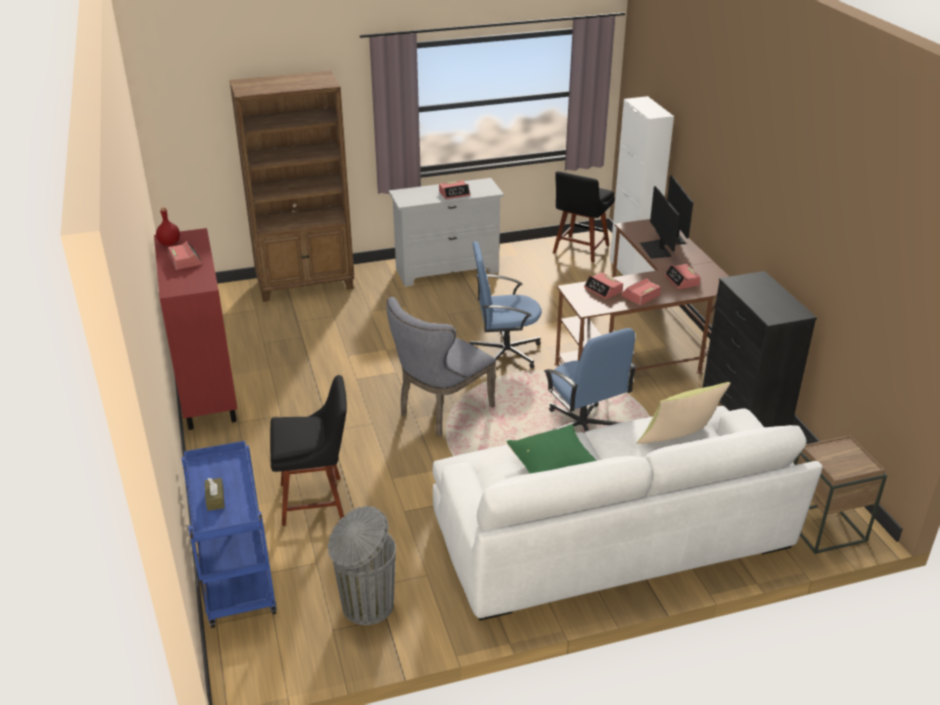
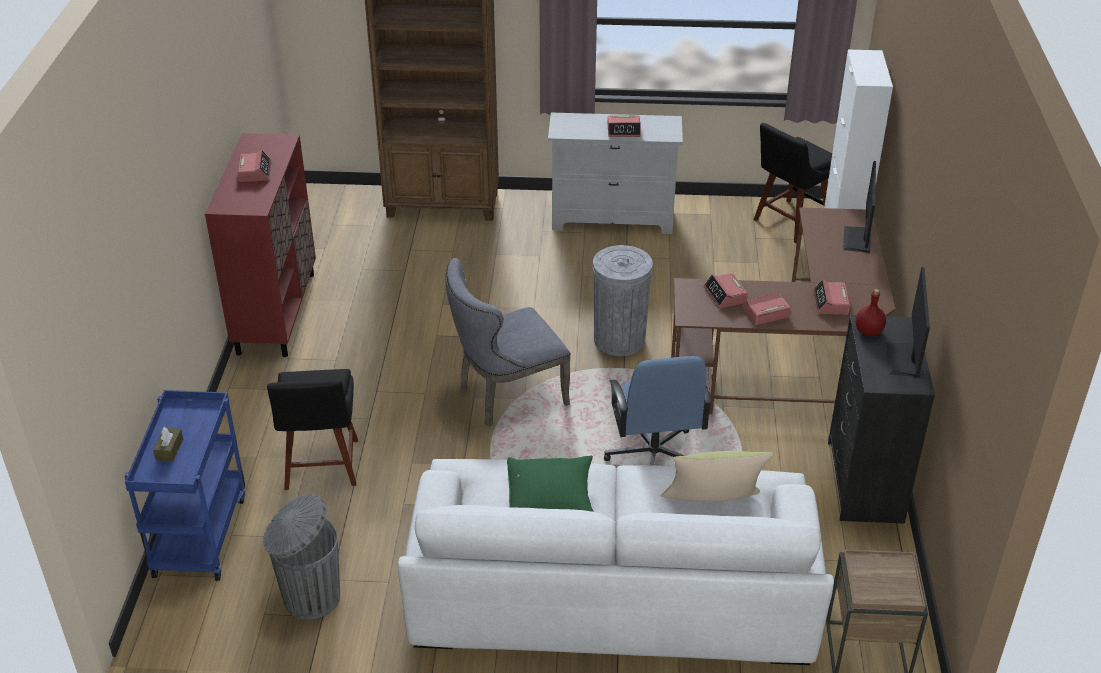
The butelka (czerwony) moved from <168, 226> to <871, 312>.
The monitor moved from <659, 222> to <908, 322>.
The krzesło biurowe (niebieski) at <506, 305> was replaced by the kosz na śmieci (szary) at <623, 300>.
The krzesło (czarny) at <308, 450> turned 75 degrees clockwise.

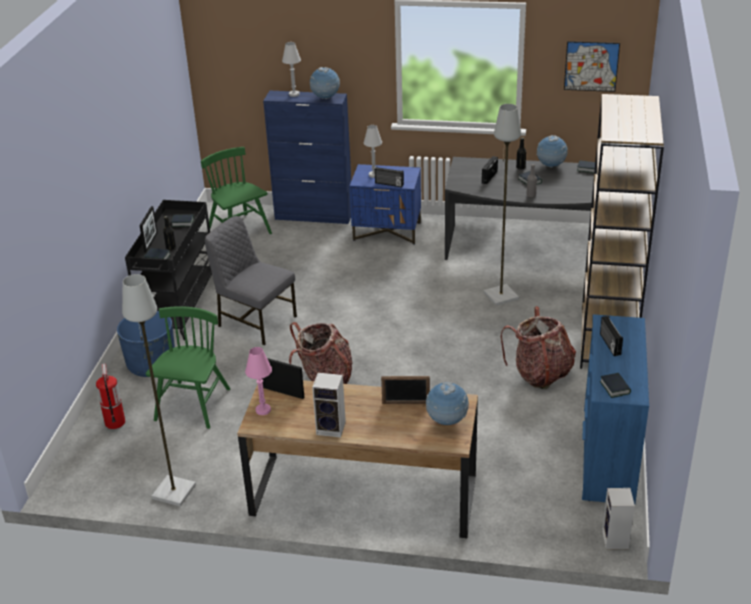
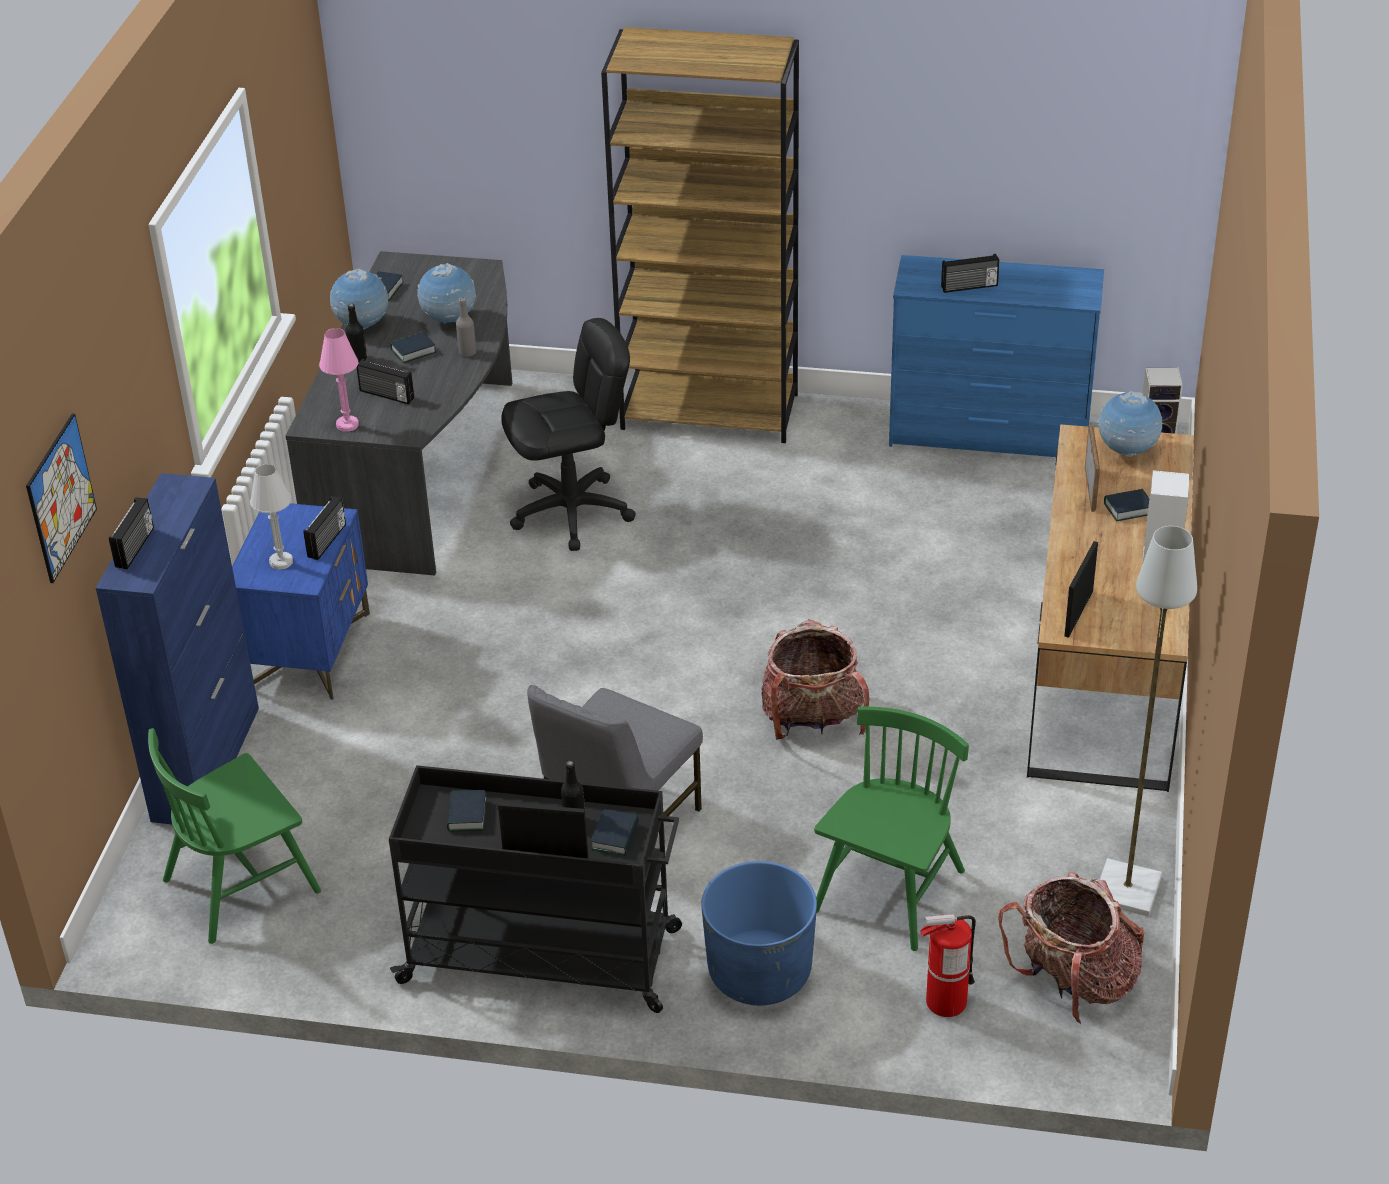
The lampa stołowa (różowy) moved from <258, 381> to <339, 380>.
The globus moved from <325, 83> to <446, 293>.
The plecak moved from <538, 347> to <1071, 948>.
The obraz moved from <592, 66> to <61, 498>.
The książka moved from <615, 385> to <1126, 505>.
The lampa stołowa (biały) at <291, 69> was replaced by the radio at <131, 533>.
The lampa stojąca (szary) at <502, 205> was replaced by the krzesło biurowe (czarny) at <568, 434>.
The krzesło (zielony) at <188, 367> turned 105 degrees clockwise.

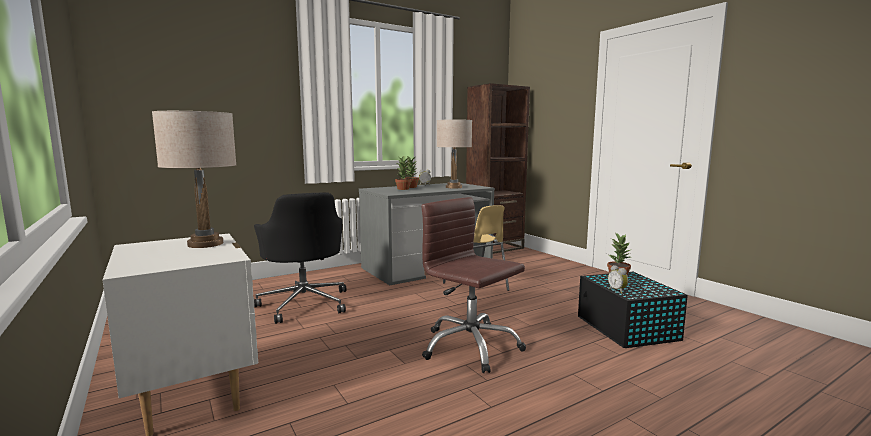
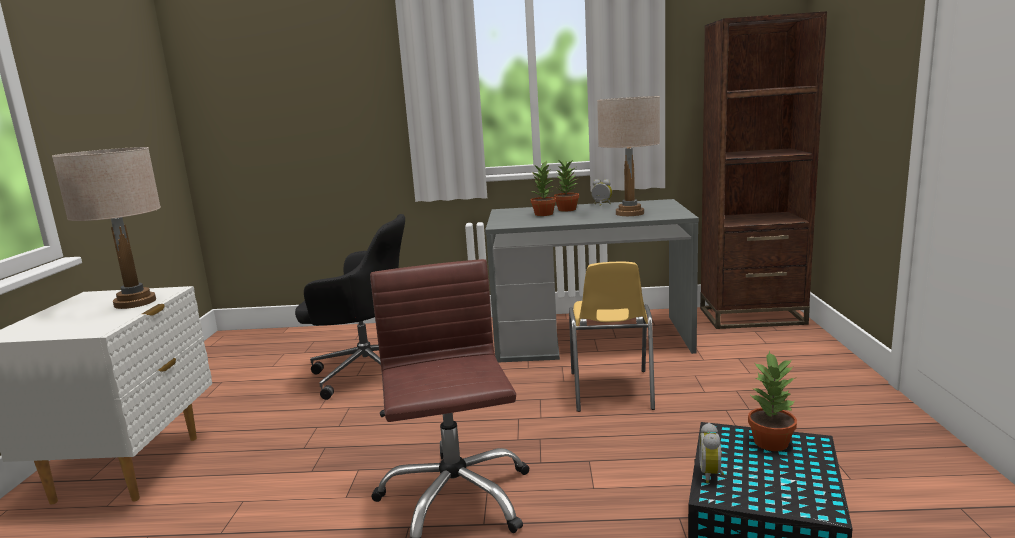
The krzesło biurowe (czarny) at <300, 258> turned 90 degrees counterclockwise.

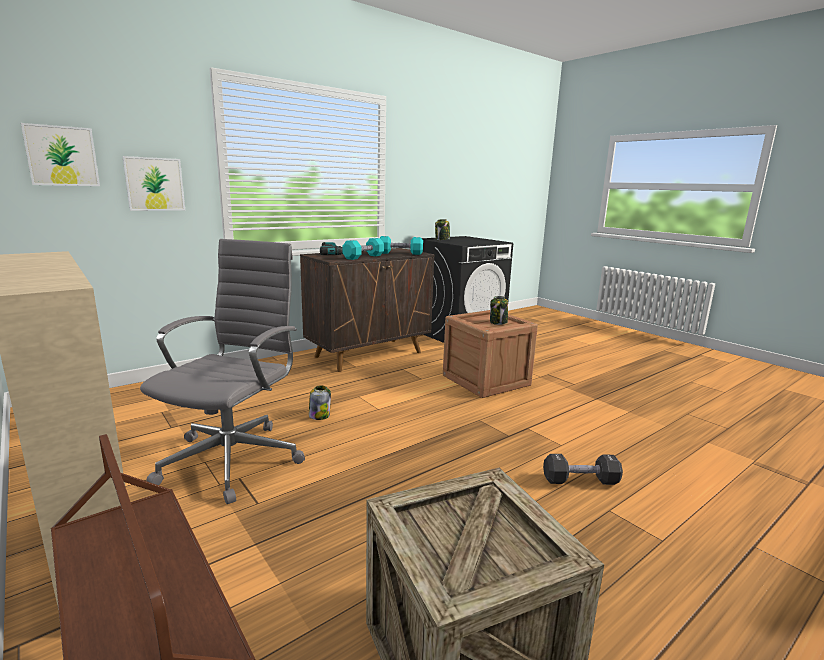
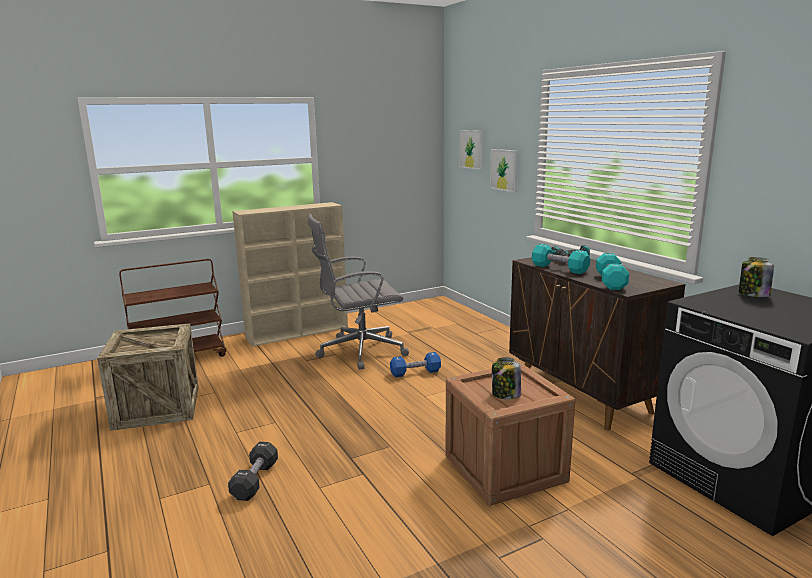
The słoik at <320, 403> was replaced by the hantel (niebieski) at <415, 364>.
The krzesło biurowe (szary) at <222, 371> turned 135 degrees clockwise.

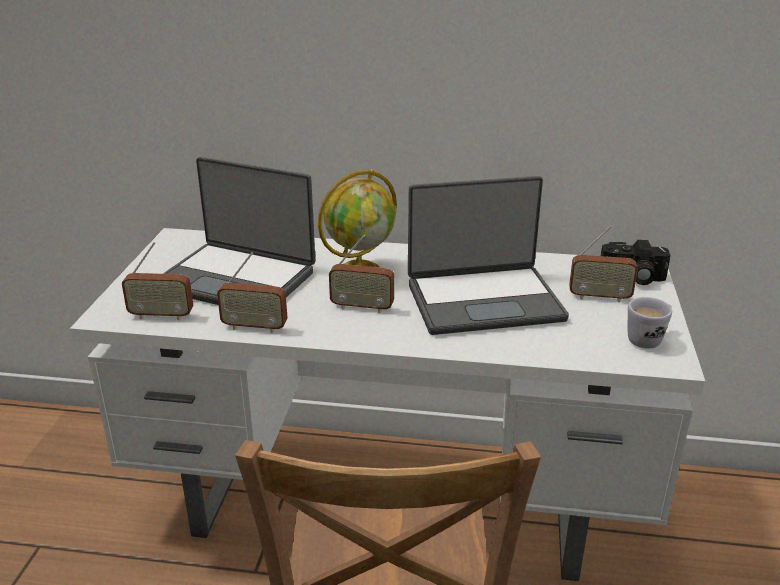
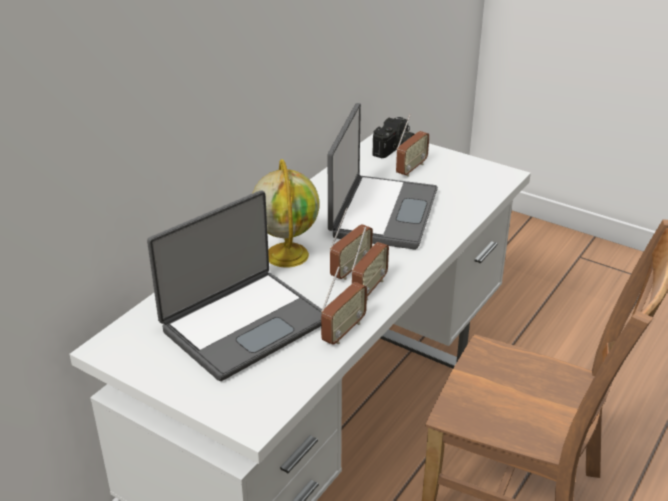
The kubek (biały) at <650, 323> disappeared.
The radio moved from <157, 281> to <370, 263>.

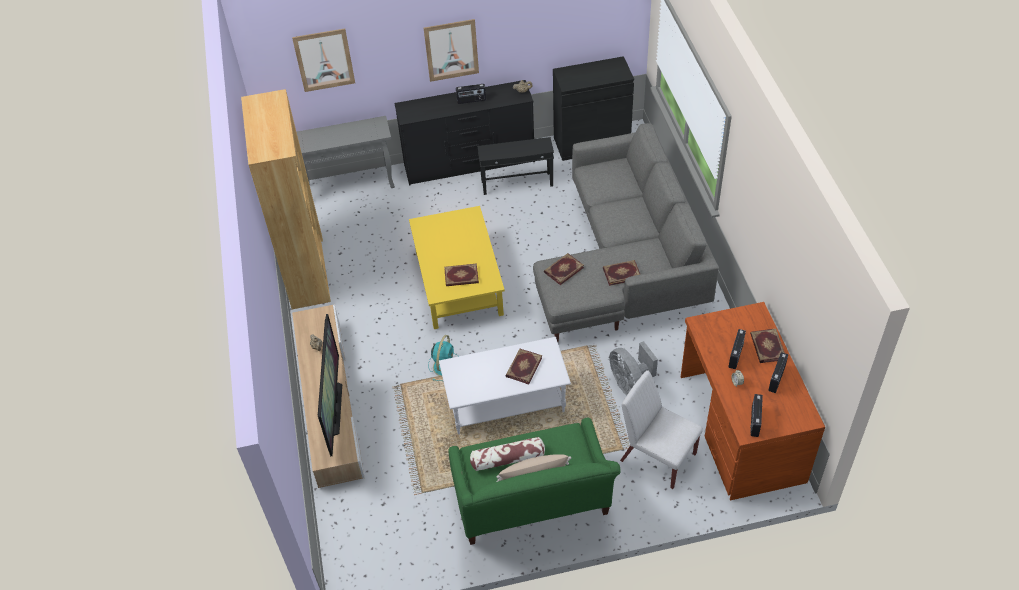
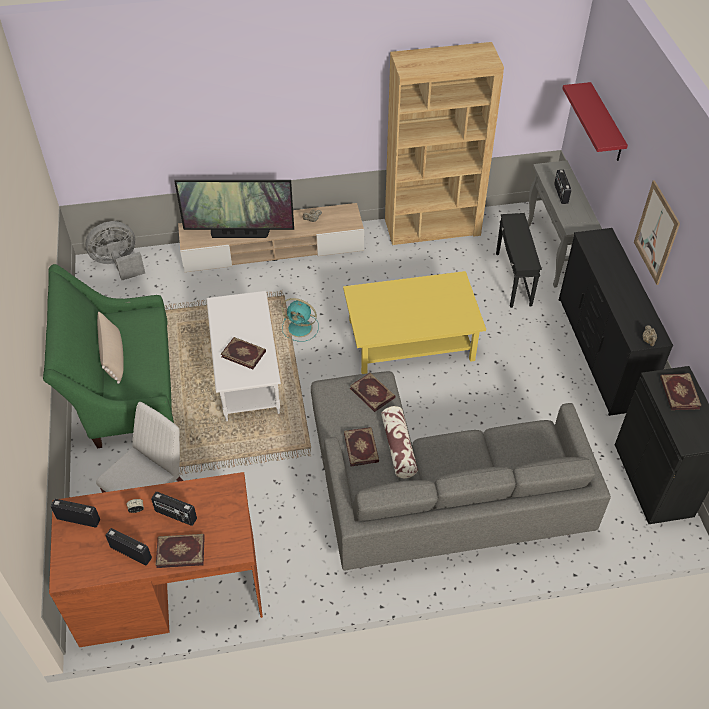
The książka moved from <461, 274> to <680, 391>.
The radio moved from <471, 94> to <562, 187>.
The poduszka moved from <507, 454> to <399, 442>.
The stolik (czarny) moved from <515, 166> to <519, 260>.
The wentylator (szary) moved from <633, 368> to <115, 250>.
The obraz at <323, 60> was replaced by the półka (czerwony) at <595, 121>.

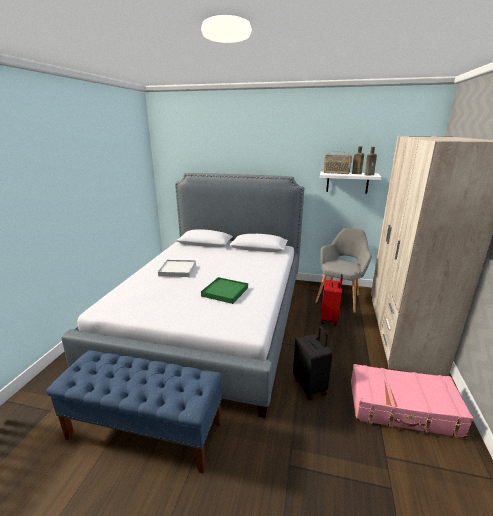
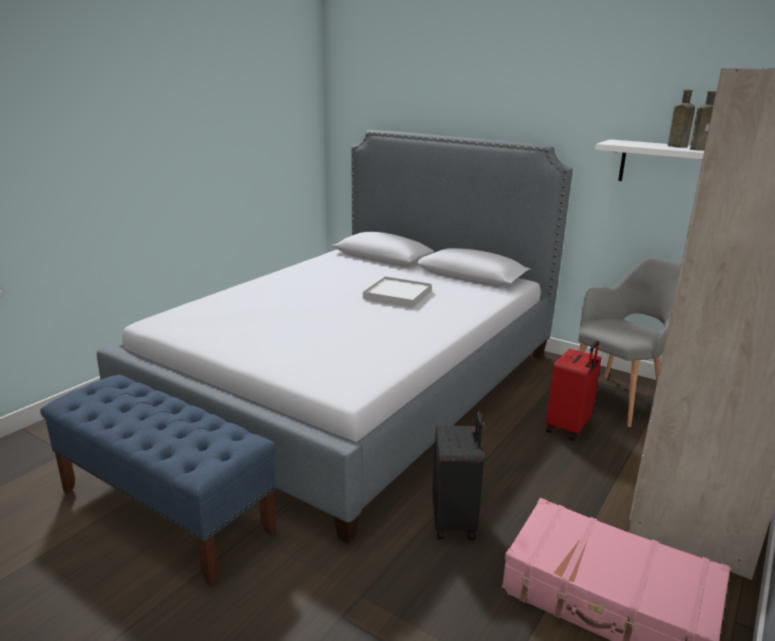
The taca (zielony) at <224, 290> disappeared.
The radio at <338, 162> disappeared.
The taca (biały) moved from <177, 268> to <397, 292>.

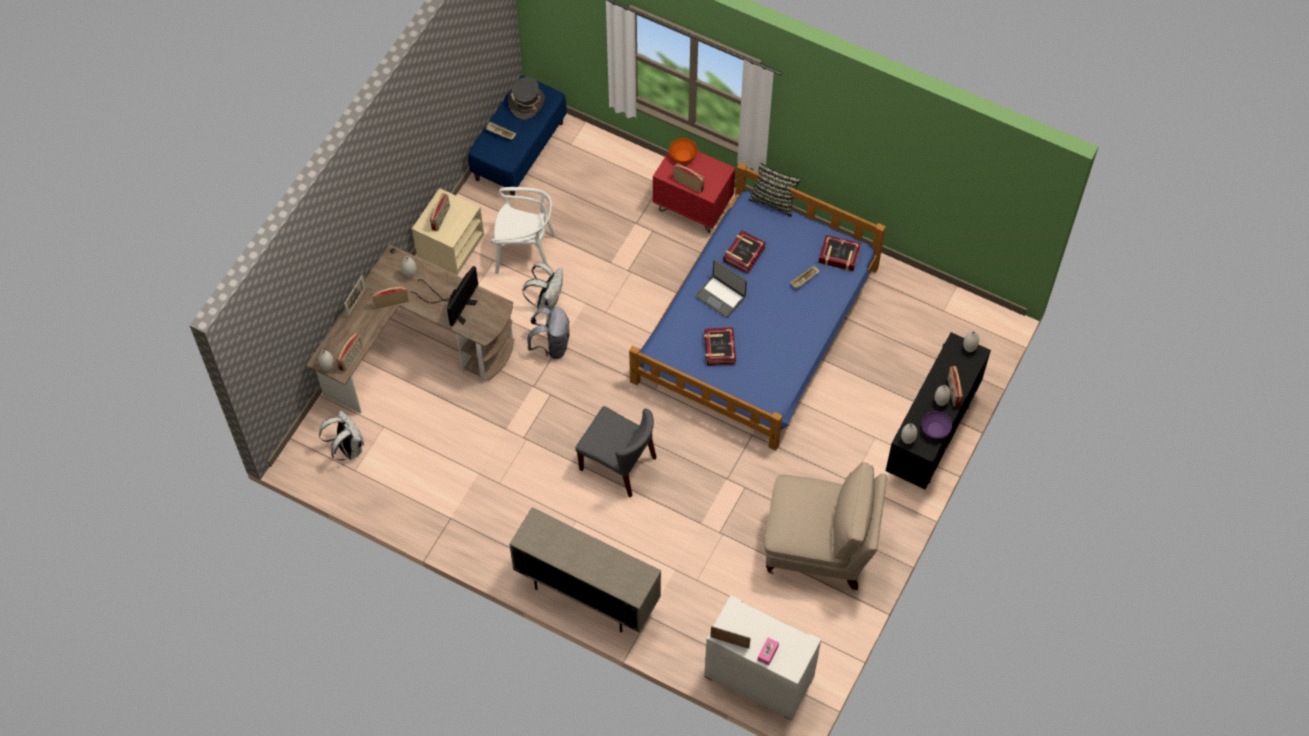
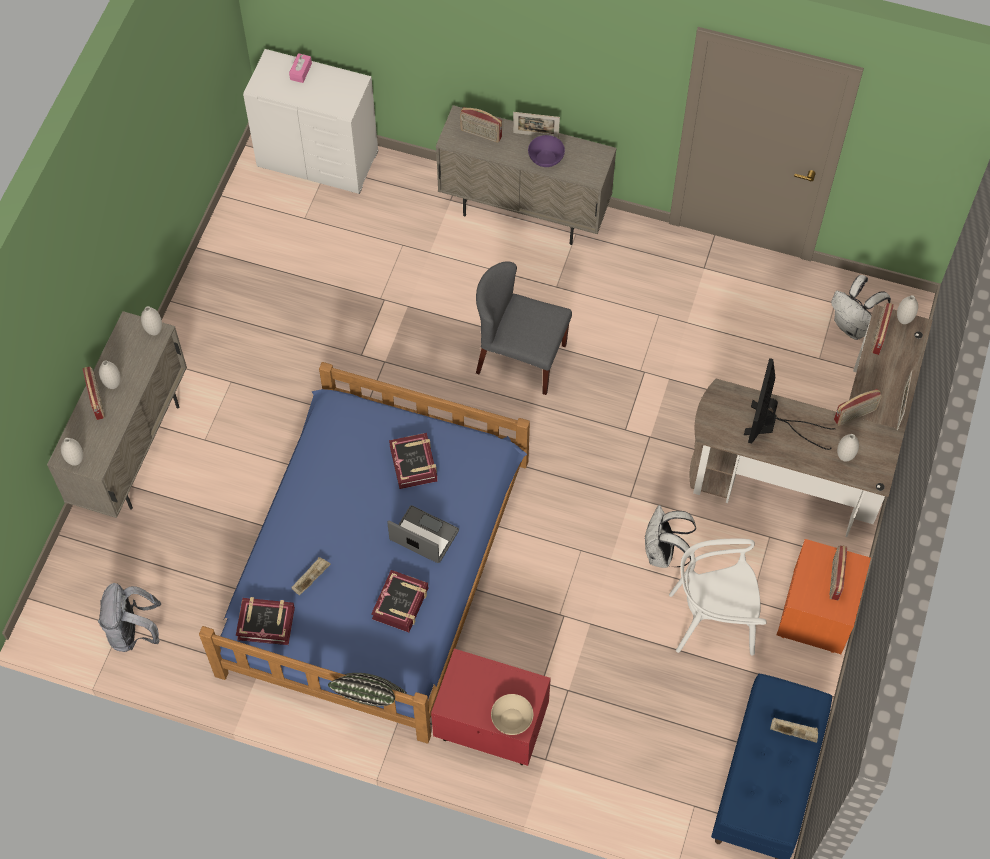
The kapelusz (szary) at <526, 98> disappeared.
The krzesło (beżowy) at <826, 526> disappeared.
The plecak (szary) moved from <548, 333> to <129, 617>.
The radio moved from <689, 178> to <481, 125>.
The ramka na zdjęcie moved from <730, 637> to <536, 125>.
The miska (fioletowy) moved from <937, 425> to <546, 151>.
The szafka nocna (beżowy) at <448, 231> became the szafka nocna (pomarańczowy) at <824, 596>.
The miska (pomarańczowy) at <683, 150> became the miska (beżowy) at <512, 714>.
The szafka (czarny) at <938, 410> became the szafka (beżowy) at <117, 414>.

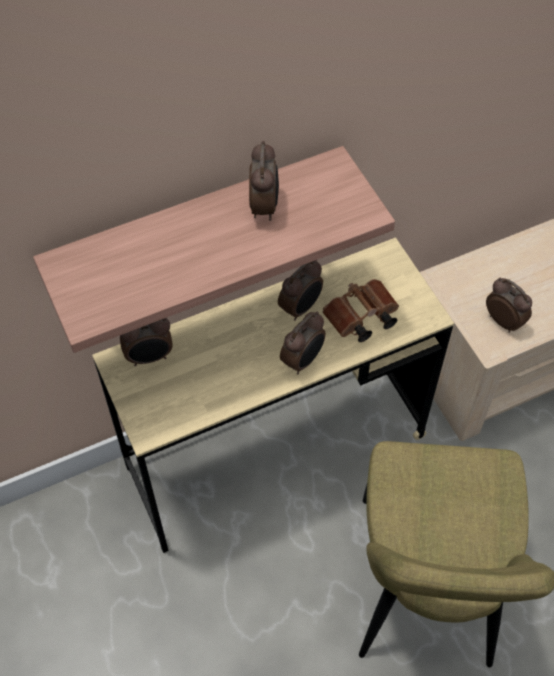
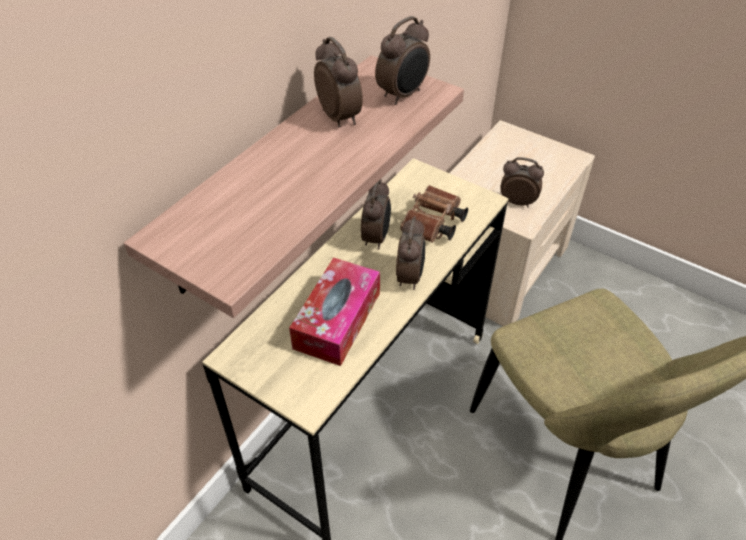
The pudełko chusteczek at <334, 311> appeared.
The budzik moved from <146, 342> to <402, 60>.

